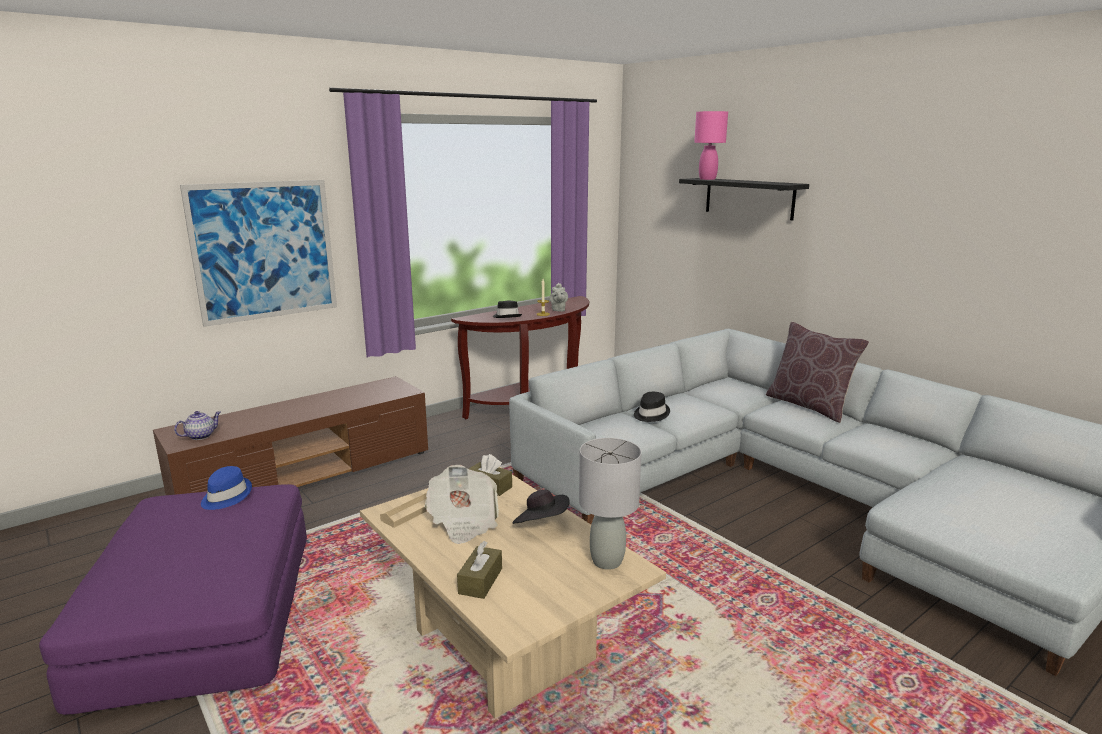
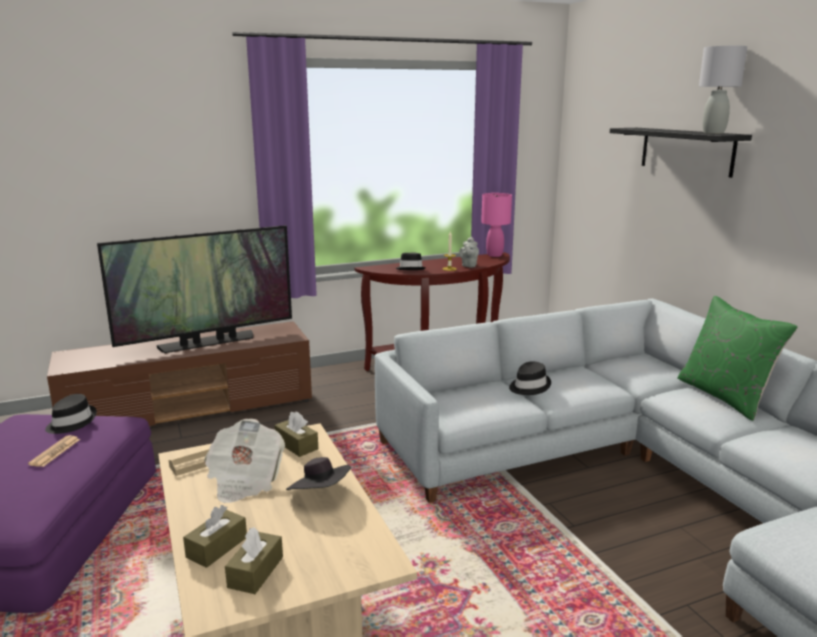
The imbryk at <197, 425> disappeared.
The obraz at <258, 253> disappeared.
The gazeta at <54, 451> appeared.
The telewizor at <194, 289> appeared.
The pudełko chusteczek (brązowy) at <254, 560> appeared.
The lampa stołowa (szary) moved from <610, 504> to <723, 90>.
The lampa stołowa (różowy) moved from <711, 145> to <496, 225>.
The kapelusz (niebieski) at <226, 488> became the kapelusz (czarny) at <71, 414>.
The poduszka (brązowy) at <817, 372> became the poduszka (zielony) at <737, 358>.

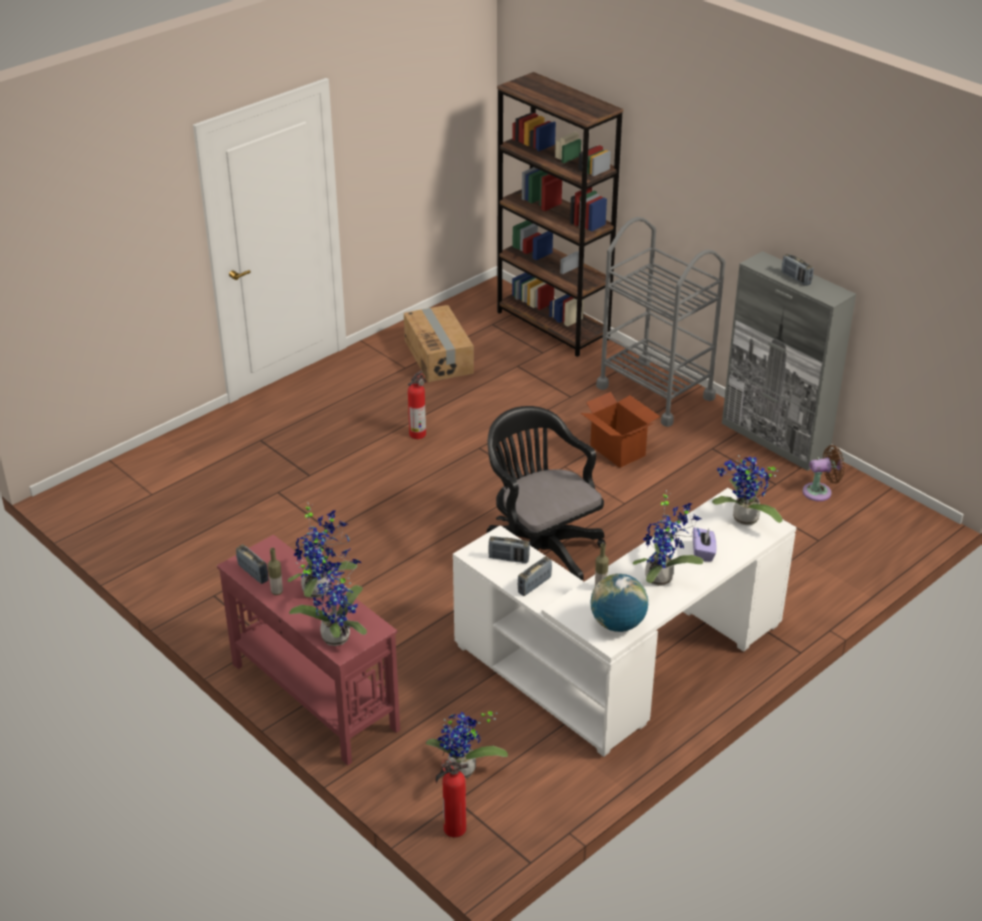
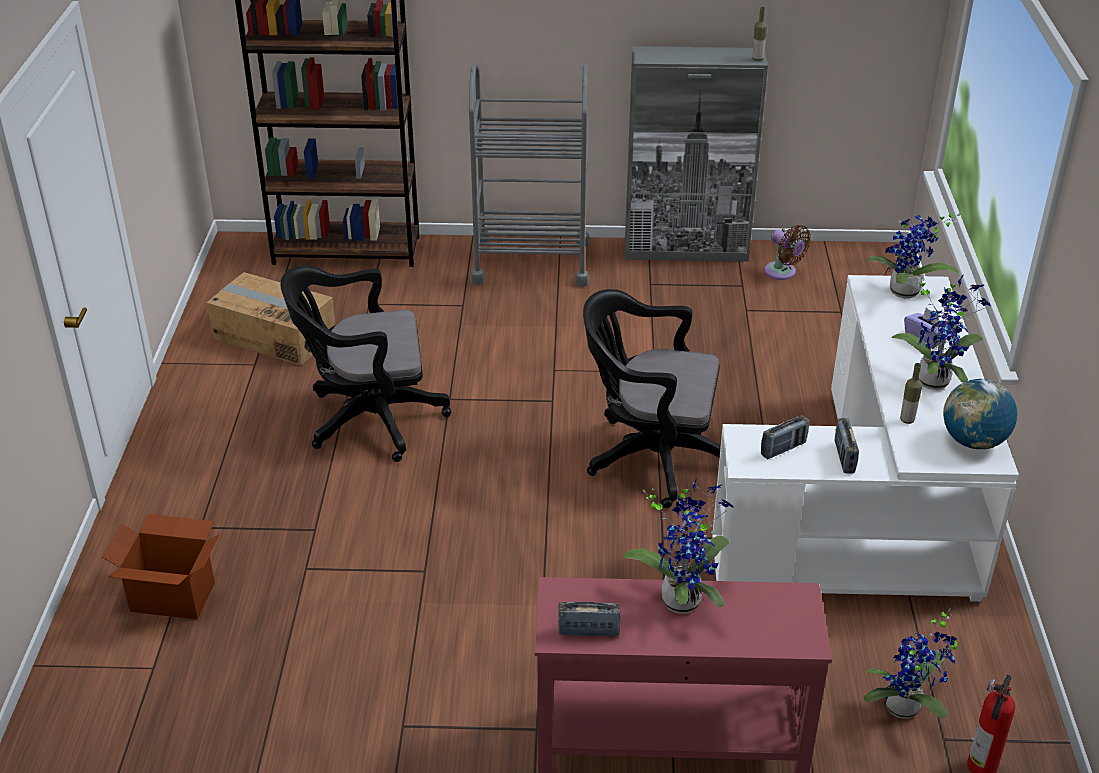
The roślina doniczkowa at <328, 597> disappeared.
The radio at <797, 270> disappeared.
The butelka moved from <275, 571> to <759, 34>.
The karton moved from <620, 430> to <161, 566>.
The gaśnica at <417, 404> was replaced by the krzesło biurowe (czarny) at <365, 363>.
The wentylator (brązowy) at <823, 473> turned 105 degrees clockwise.

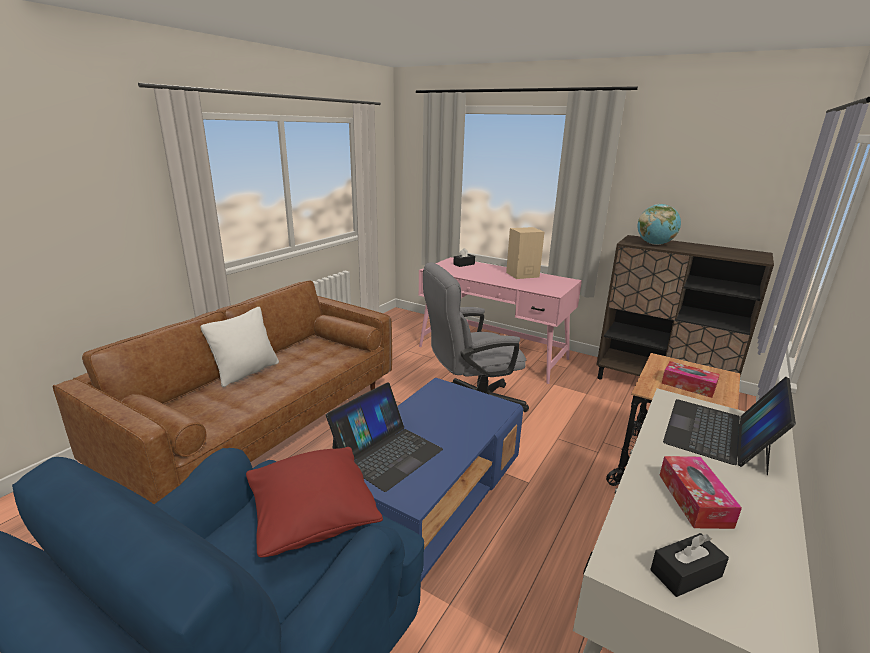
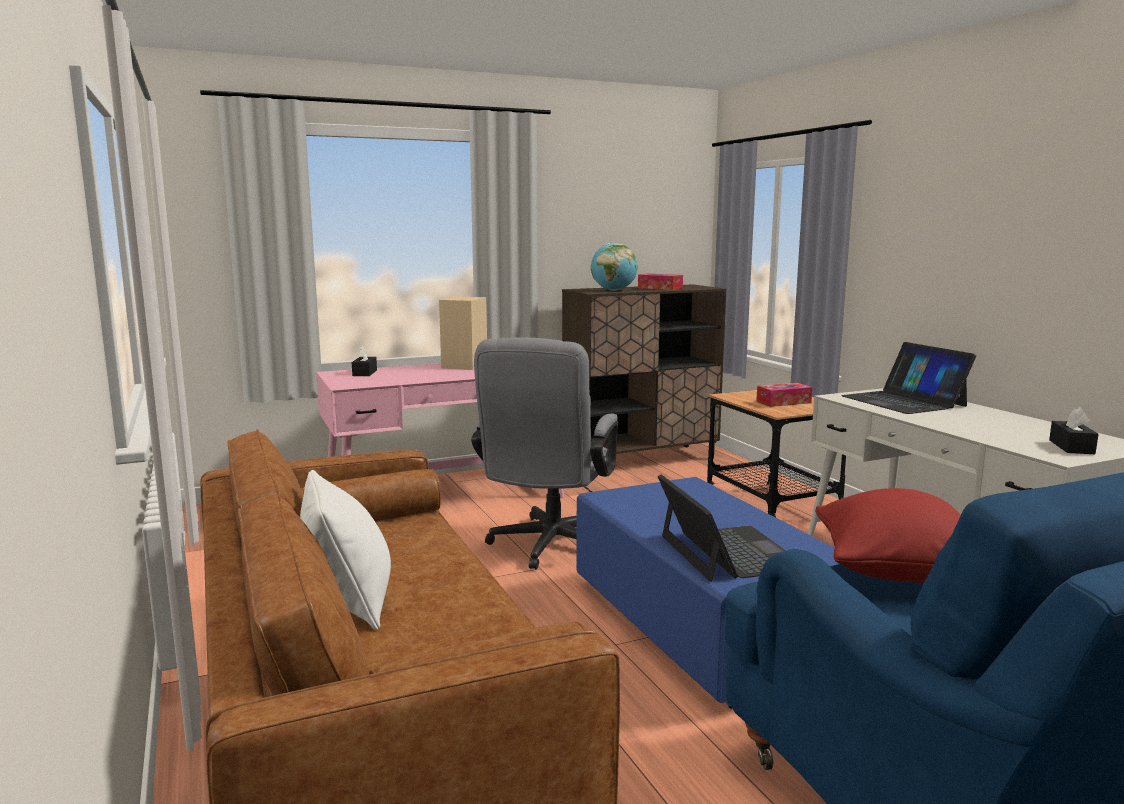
The pudełko chusteczek moved from <700, 492> to <660, 282>.

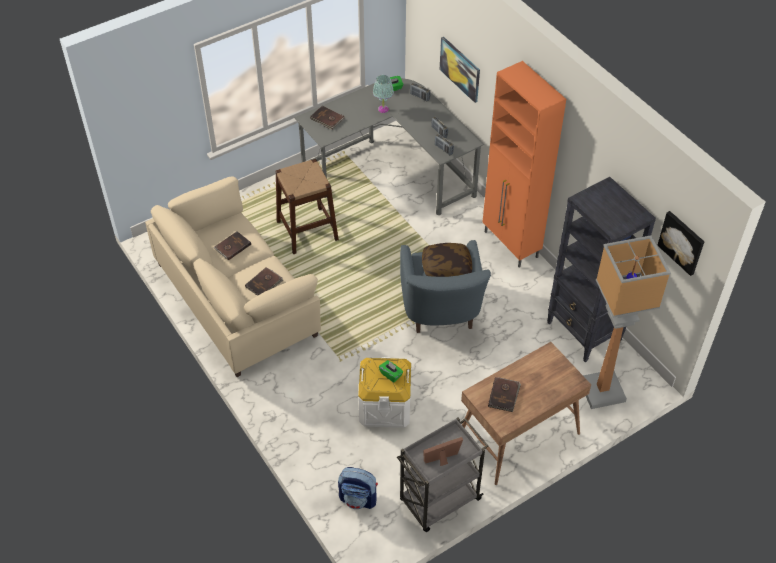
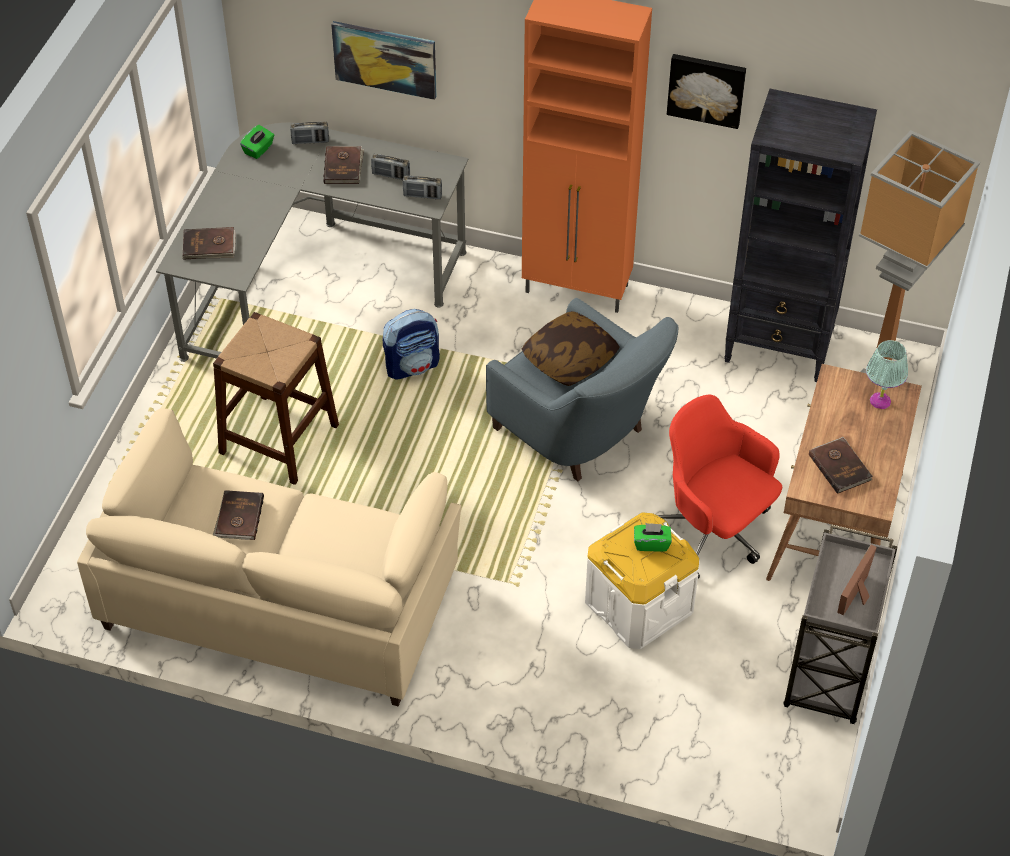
The krzesło biurowe (czerwony) at <719, 486> appeared.
The książka (brązowy) moved from <264, 282> to <343, 165>.
The plecak moved from <358, 488> to <411, 344>.
The lampa stołowa (turkusowy) moved from <383, 94> to <887, 374>.
The obraz moved from <680, 243> to <706, 91>.

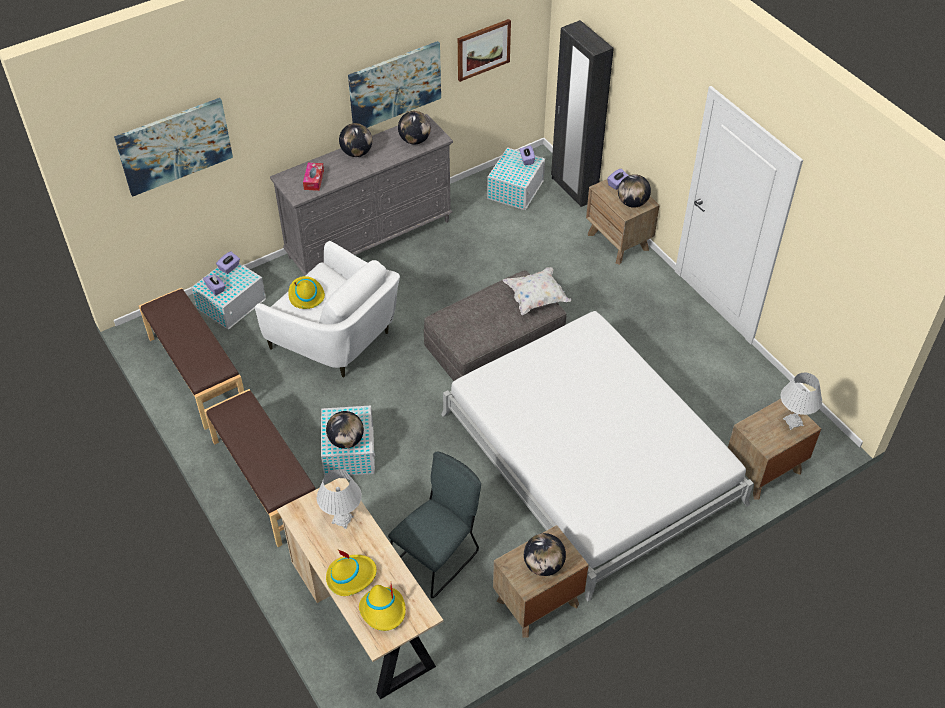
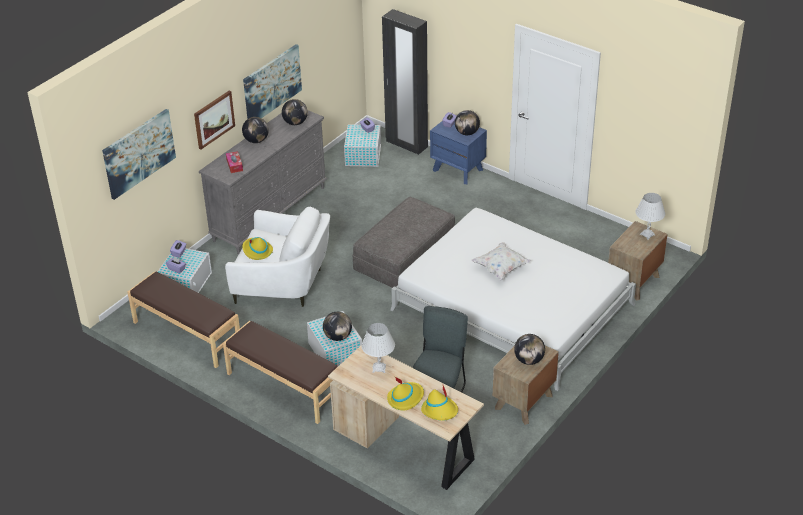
The obraz moved from <484, 50> to <214, 120>.
The poduszka (biały) moved from <537, 291> to <501, 261>.
The szafka nocna (brązowy) at <623, 222> became the szafka nocna (niebieski) at <458, 152>.

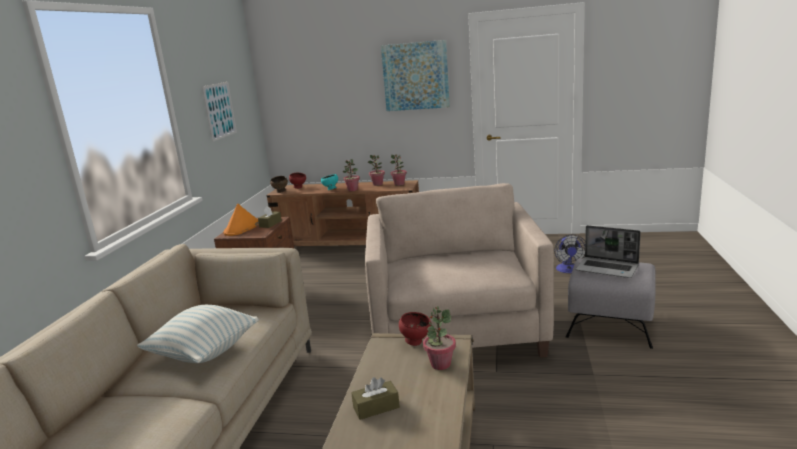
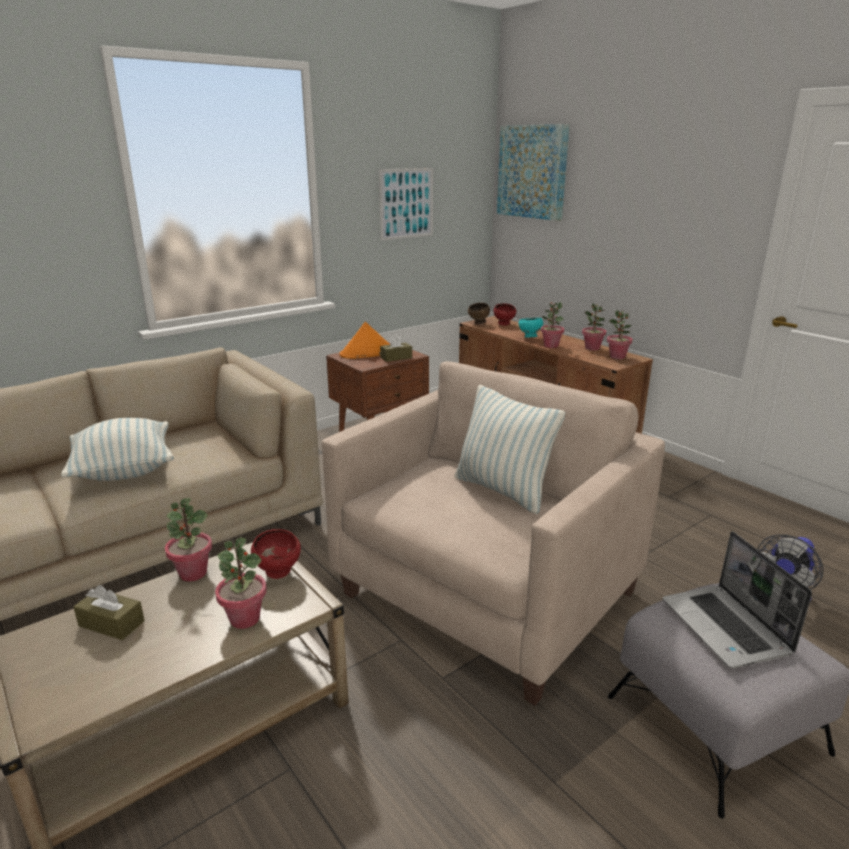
The roślina doniczkowa at <188, 540> appeared.
The poduszka at <510, 449> appeared.
The obraz moved from <415, 75> to <533, 172>.

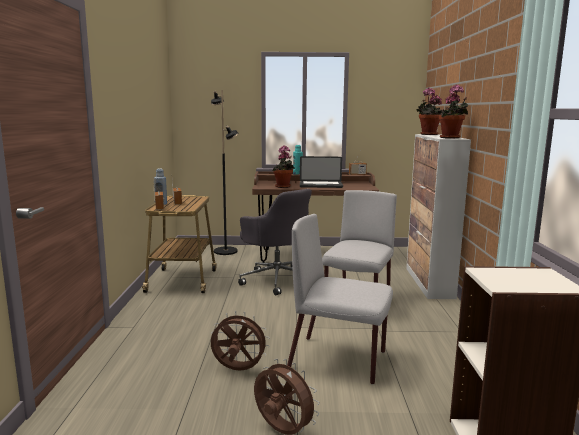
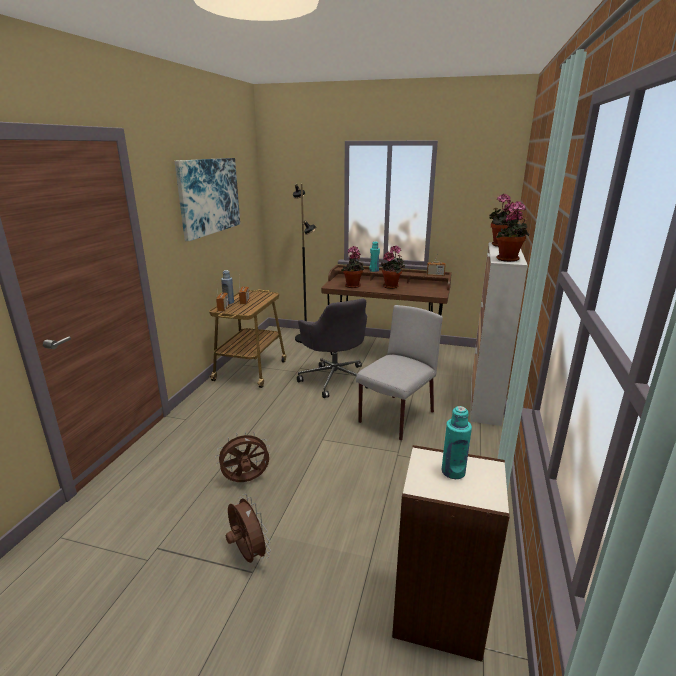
The krzesło (szary) at <340, 299> disappeared.
The obraz at <207, 199> appeared.
The butelka (turkusowy) at <457, 442> appeared.
The laptop at <321, 172> was replaced by the roślina doniczkowa at <392, 267>.
The wentylator (brązowy) at <240, 341> turned 45 degrees counterclockwise.

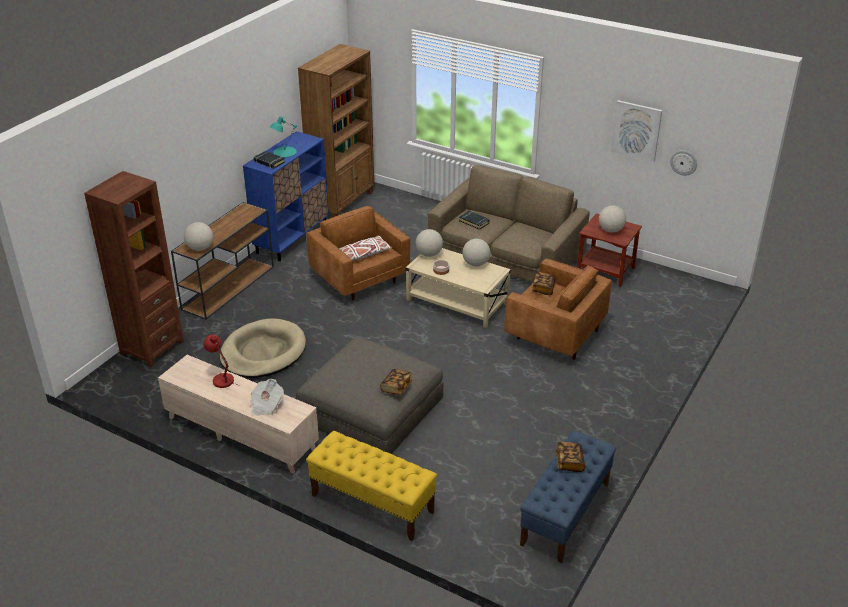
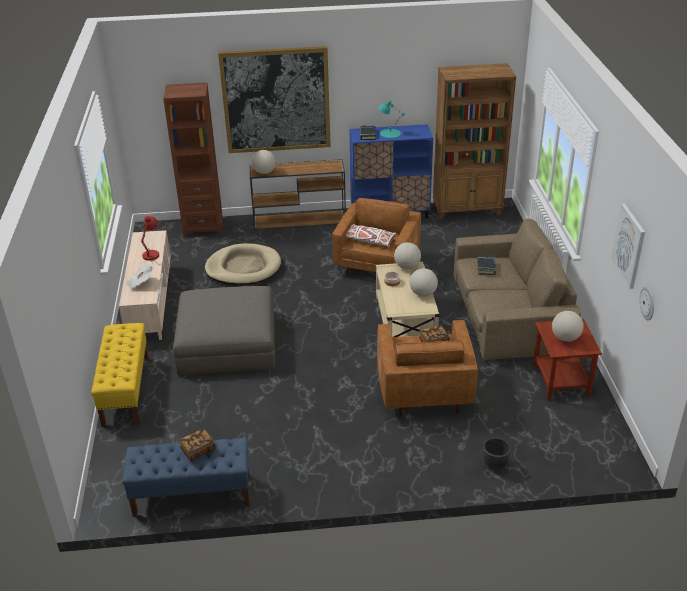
The książka at <396, 382> disappeared.
The obraz at <274, 99> appeared.
The donica (czarny) at <497, 453> appeared.

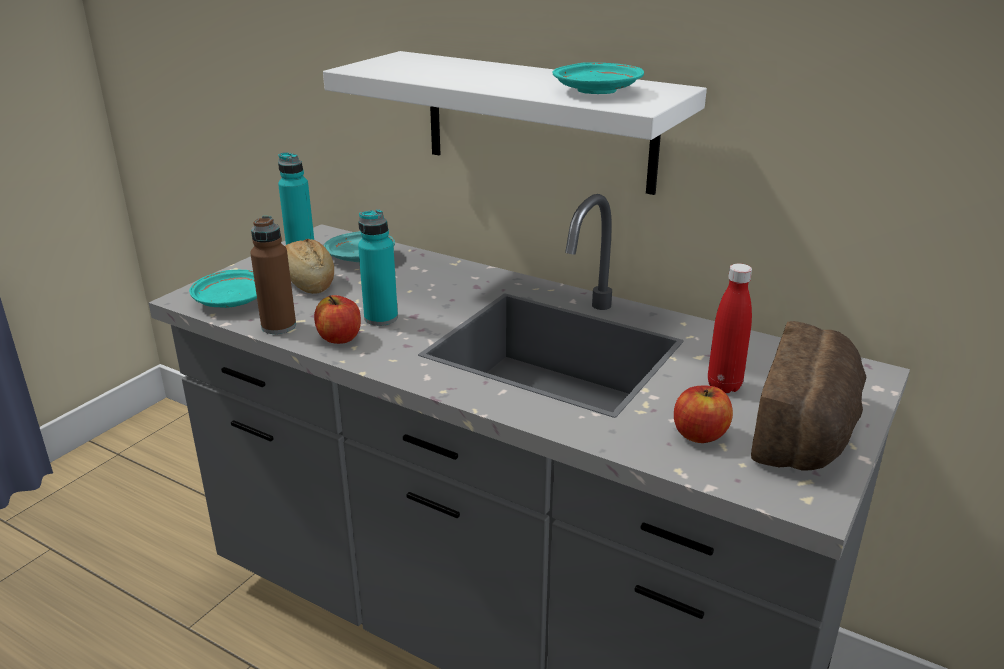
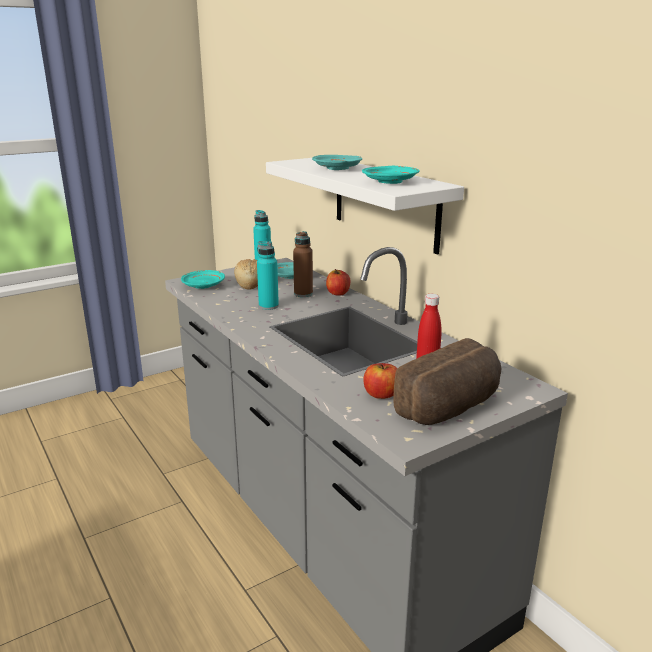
The talerz (turkusowy) at <337, 162> appeared.
The butelka (brązowy) moved from <273, 275> to <303, 264>.
The jabłko moved from <337, 319> to <338, 282>.

